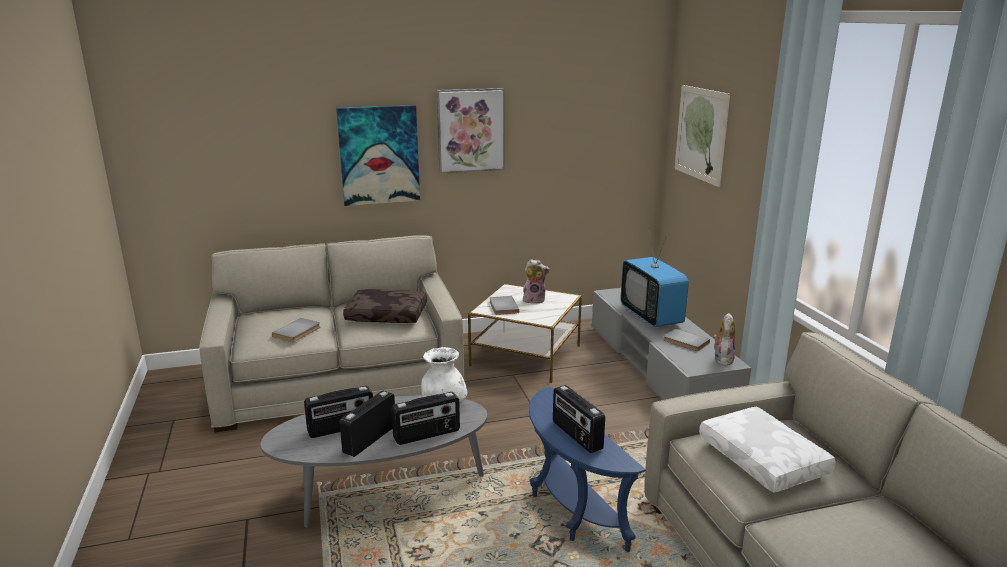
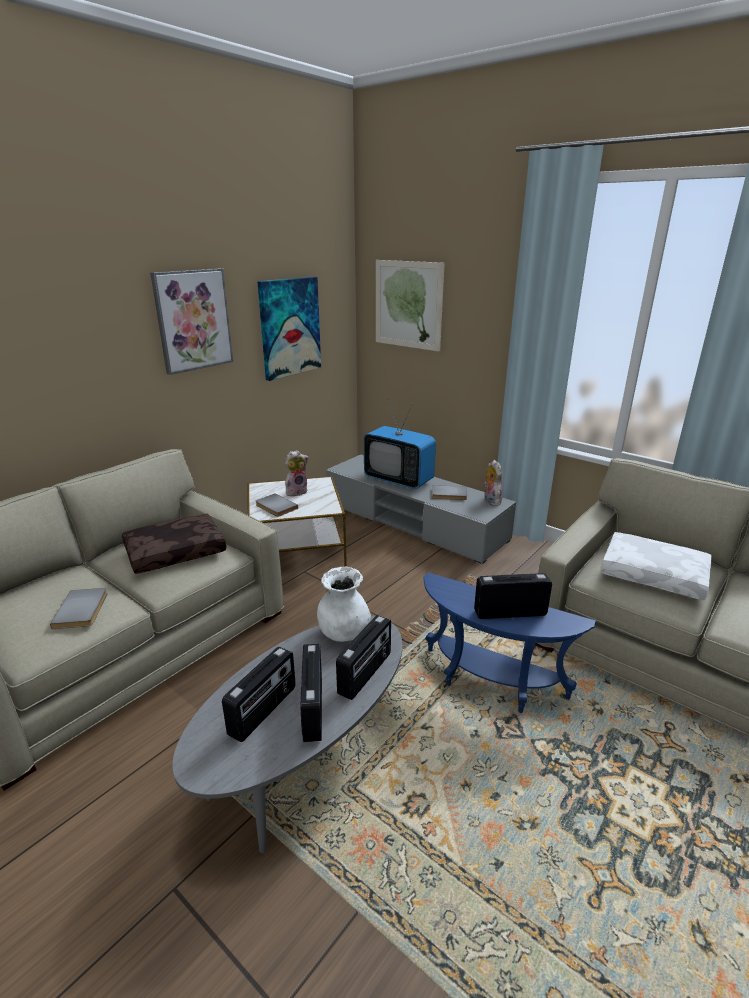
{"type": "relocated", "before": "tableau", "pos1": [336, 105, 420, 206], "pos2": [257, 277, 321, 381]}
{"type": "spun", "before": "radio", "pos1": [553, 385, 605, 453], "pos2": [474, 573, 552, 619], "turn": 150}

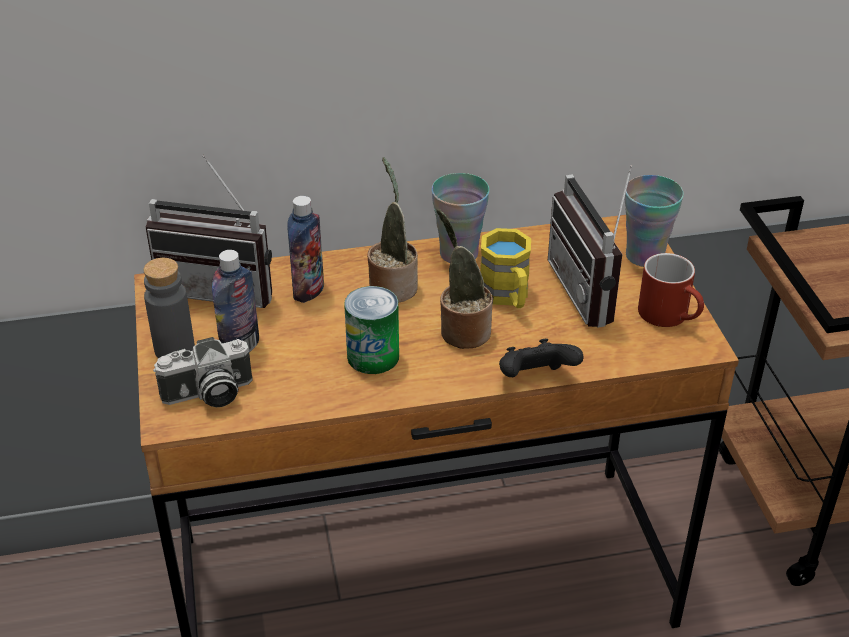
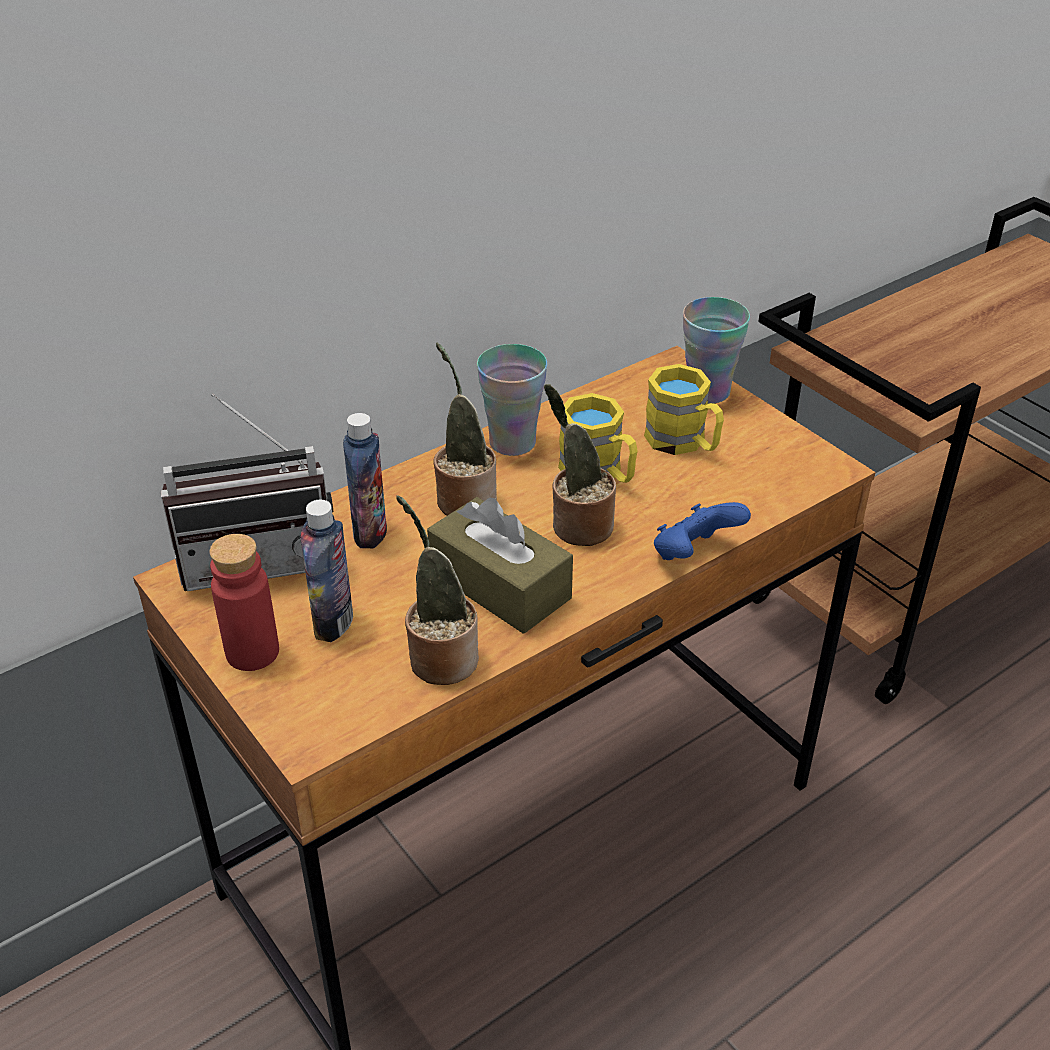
{"type": "exchanged", "before": "radio", "after": "mug [jaune]", "pos1": [548, 165, 632, 328], "pos2": [644, 364, 724, 455]}
{"type": "missing", "before": "mug [rouge]", "pos1": [638, 253, 704, 327]}
{"type": "colour", "before": "bouteille [gris]", "after": "bouteille [rouge]", "pos1": [143, 258, 195, 358], "pos2": [209, 534, 279, 671]}
{"type": "exchanged", "before": "boîte métallique", "after": "boîte à mouchoirs [marron]", "pos1": [344, 286, 399, 374], "pos2": [427, 497, 573, 634]}
{"type": "missing", "before": "appareil photo", "pos1": [153, 337, 253, 407]}
{"type": "colour", "before": "manette [noir]", "after": "manette [bleu]", "pos1": [499, 339, 584, 377], "pos2": [654, 502, 751, 560]}
{"type": "appeared", "after": "plante en pot", "pos2": [396, 495, 479, 685]}

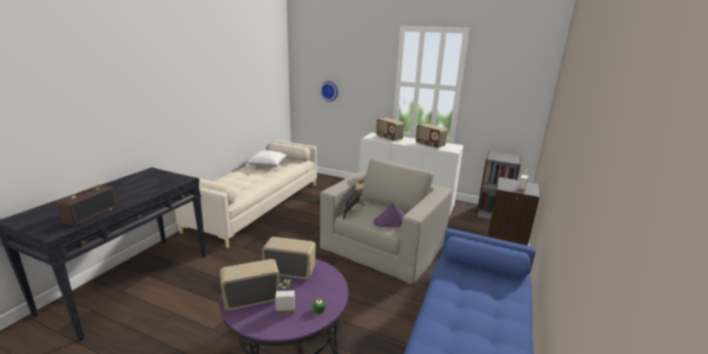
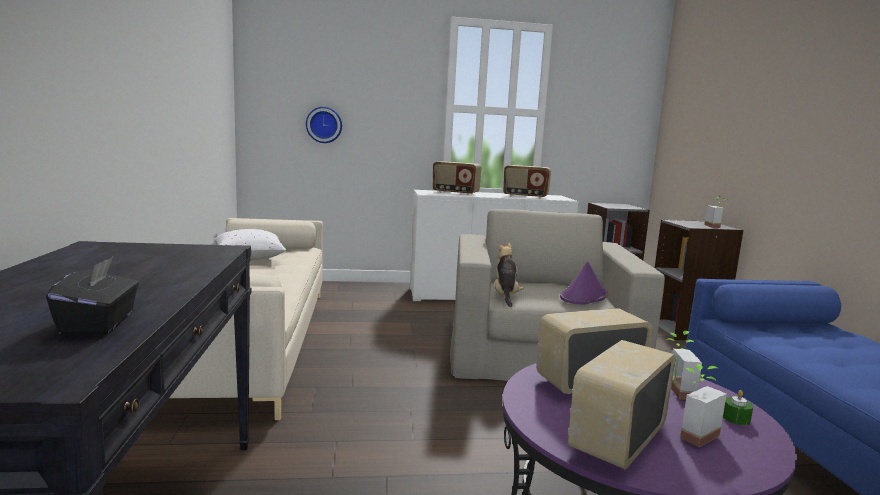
{"type": "exchanged", "before": "radio", "after": "boîte à mouchoirs [noir]", "pos1": [56, 185, 117, 226], "pos2": [46, 257, 139, 335]}
{"type": "appeared", "after": "plante en pot", "pos2": [666, 331, 702, 400]}

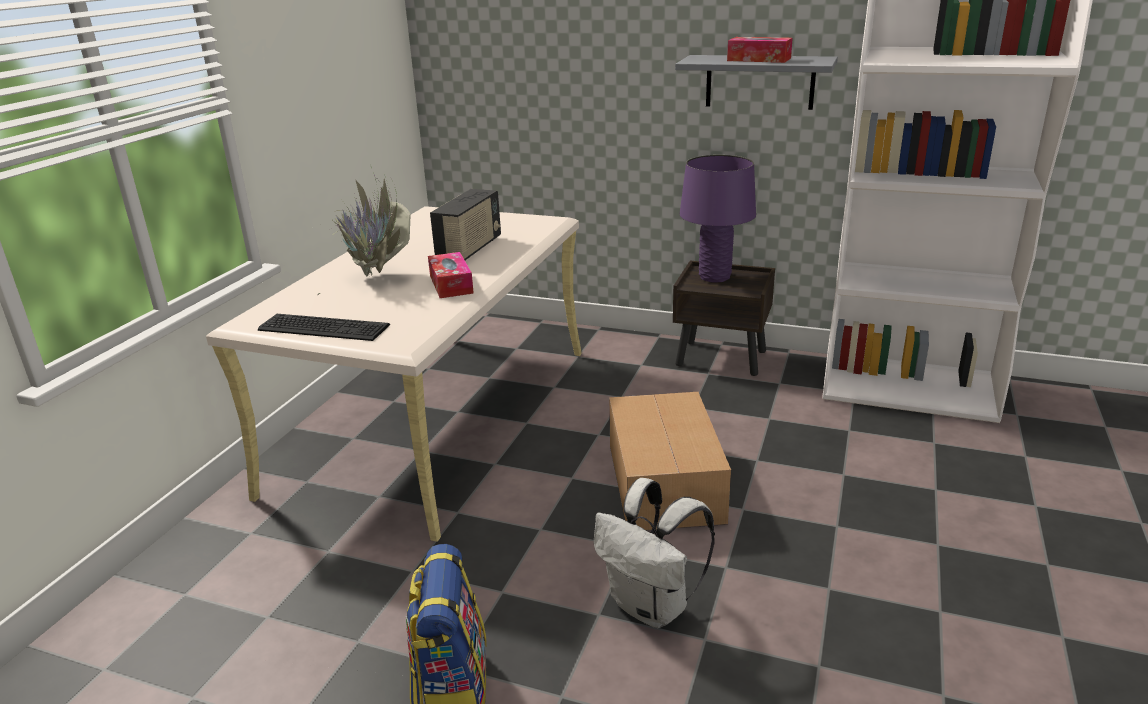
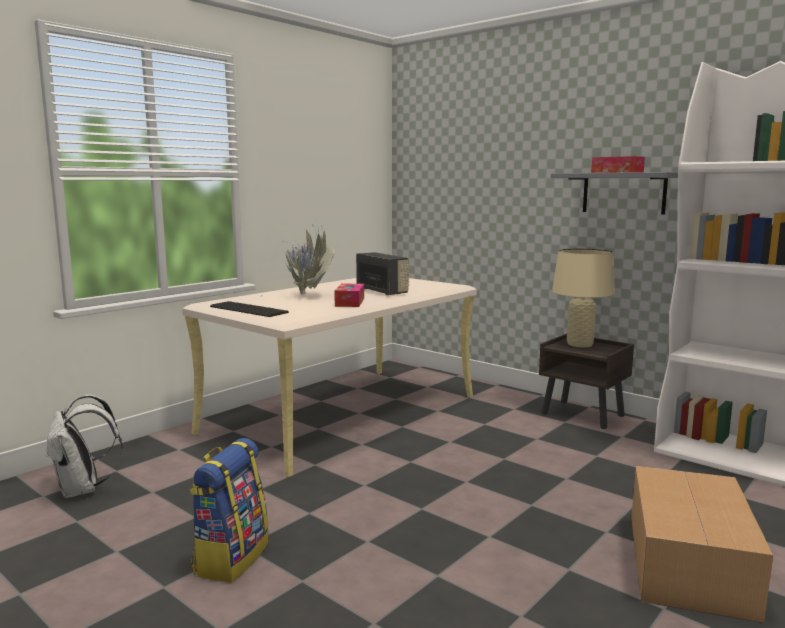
{"type": "colour", "before": "lampe de table [violet]", "after": "lampe de table [beige]", "pos1": [680, 155, 756, 282], "pos2": [552, 249, 615, 347]}
{"type": "spun", "before": "radio", "pos1": [430, 189, 501, 261], "pos2": [356, 252, 410, 295], "turn": -75}
{"type": "relocated", "before": "carton", "pos1": [609, 392, 731, 530], "pos2": [631, 466, 773, 623]}
{"type": "relocated", "before": "sac à dos [blanc]", "pos1": [594, 478, 715, 628], "pos2": [46, 395, 123, 498]}

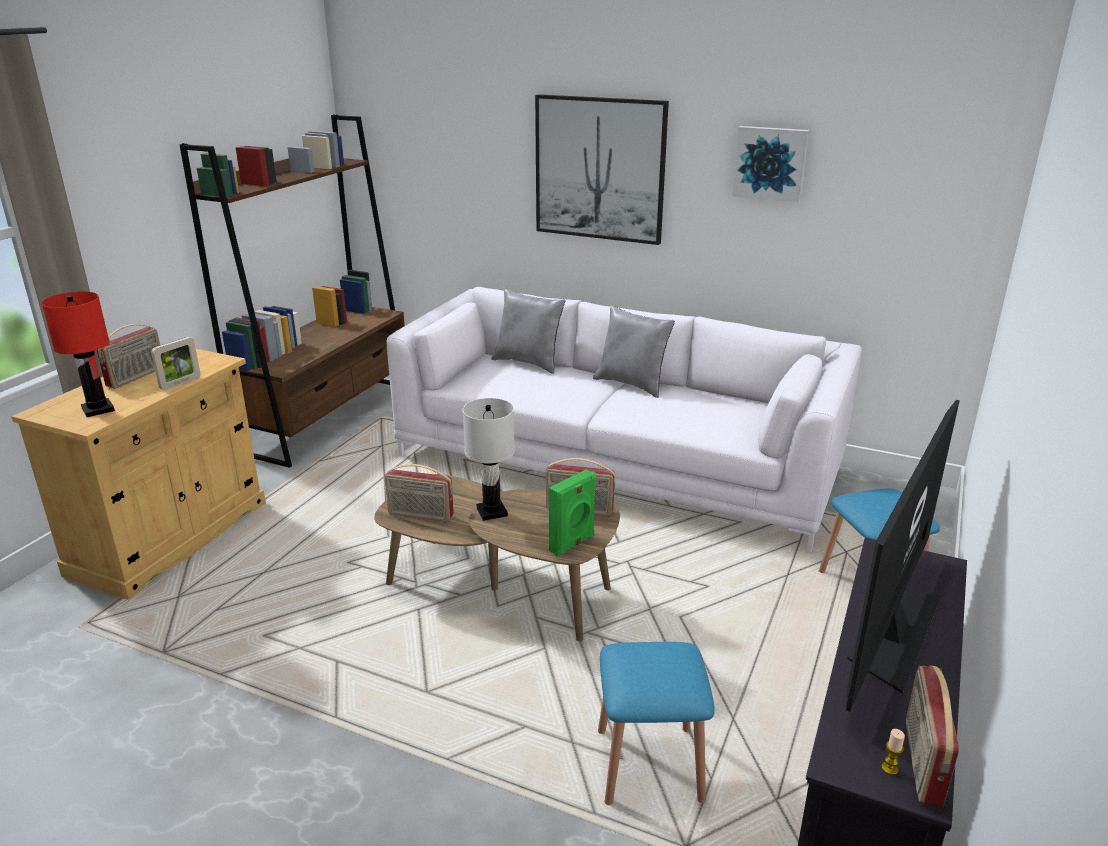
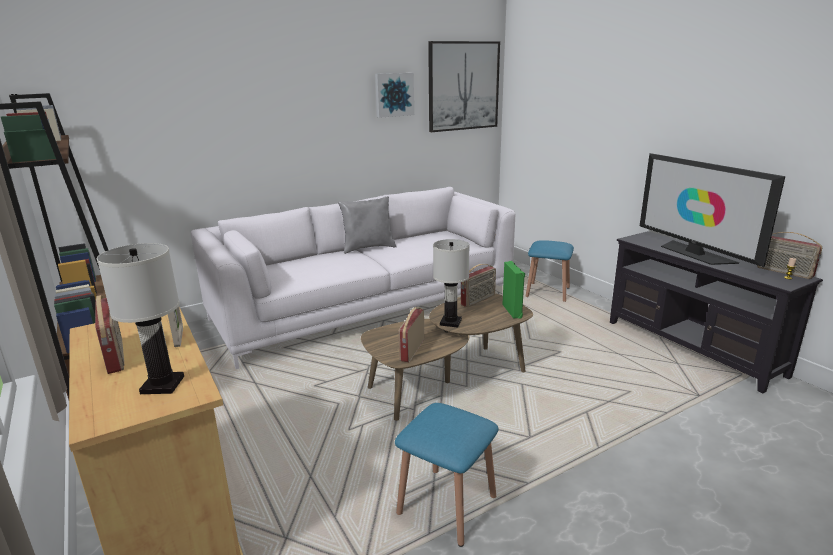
{"type": "relocated", "before": "tableau", "pos1": [535, 94, 669, 245], "pos2": [428, 41, 500, 132]}
{"type": "missing", "before": "coussin [gris]", "pos1": [491, 289, 566, 374]}
{"type": "colour", "before": "lampe de table [rouge]", "after": "lampe de table [blanc]", "pos1": [41, 291, 115, 417], "pos2": [97, 243, 184, 394]}
{"type": "spun", "before": "radio", "pos1": [385, 464, 454, 521], "pos2": [398, 307, 424, 362], "turn": 150}
{"type": "relocated", "before": "tabouret [bleu]", "pos1": [598, 642, 715, 805], "pos2": [395, 403, 499, 547]}

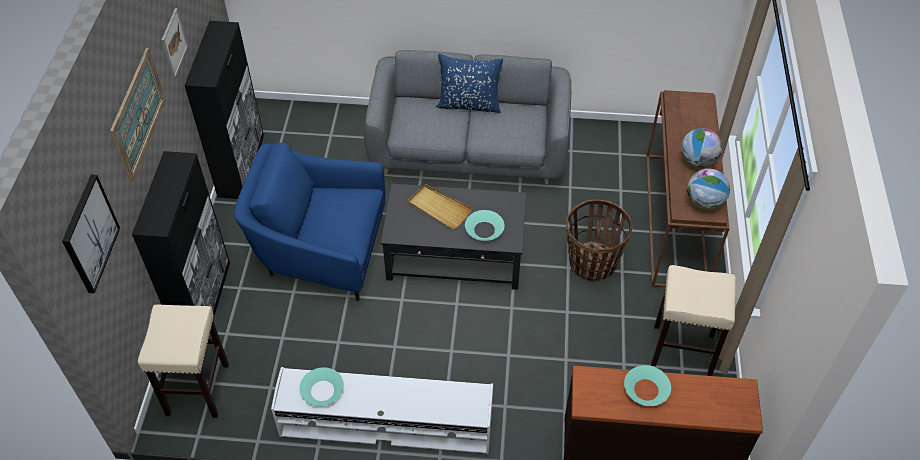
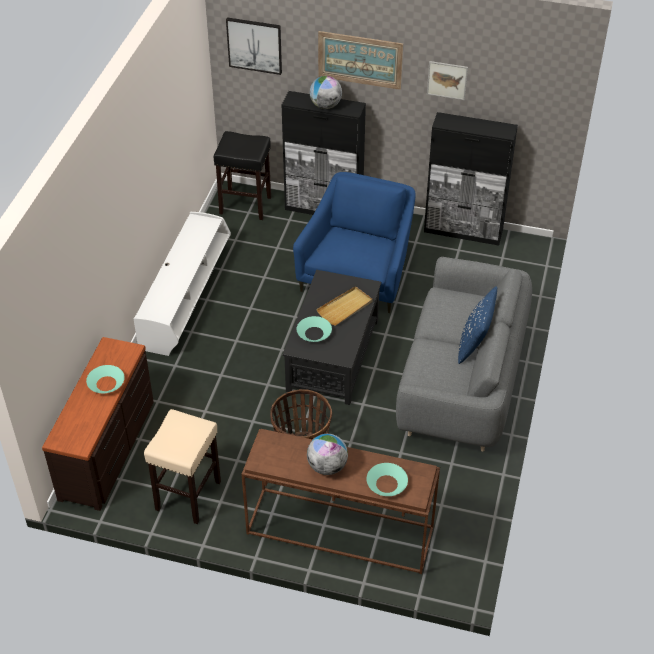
{"type": "relocated", "before": "globe", "pos1": [687, 169, 730, 210], "pos2": [310, 76, 342, 109]}
{"type": "colour", "before": "tabouret [beige]", "after": "tabouret [noir]", "pos1": [138, 305, 229, 418], "pos2": [214, 131, 271, 220]}
{"type": "relocated", "before": "bol [turquoise]", "pos1": [299, 367, 344, 406], "pos2": [366, 463, 408, 496]}

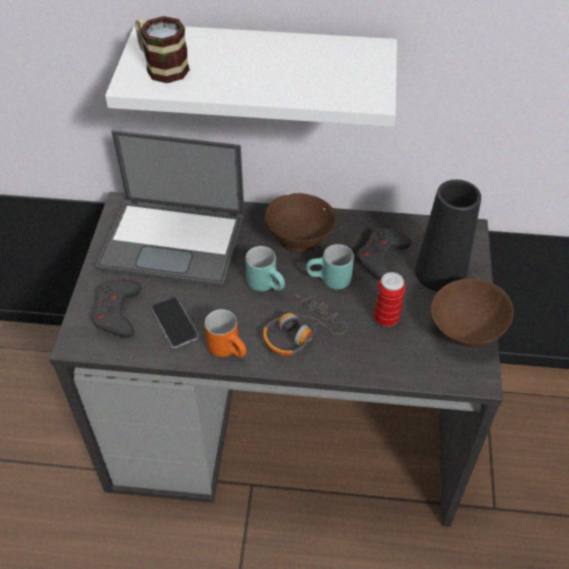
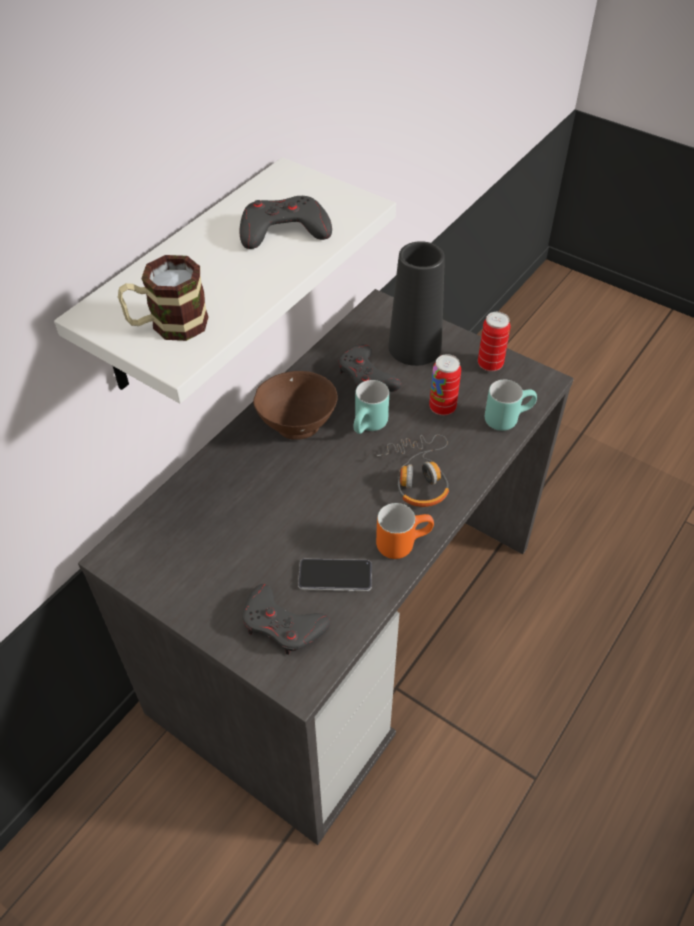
{"type": "missing", "before": "ordinateur portable", "pos1": [95, 130, 245, 288]}
{"type": "relocated", "before": "mug [turquoise]", "pos1": [245, 246, 285, 292], "pos2": [485, 380, 537, 431]}
{"type": "exchanged", "before": "bol [marron]", "after": "boîte métallique", "pos1": [431, 279, 514, 347], "pos2": [478, 312, 510, 372]}
{"type": "appeared", "after": "manette [gris]", "pos2": [239, 196, 332, 249]}

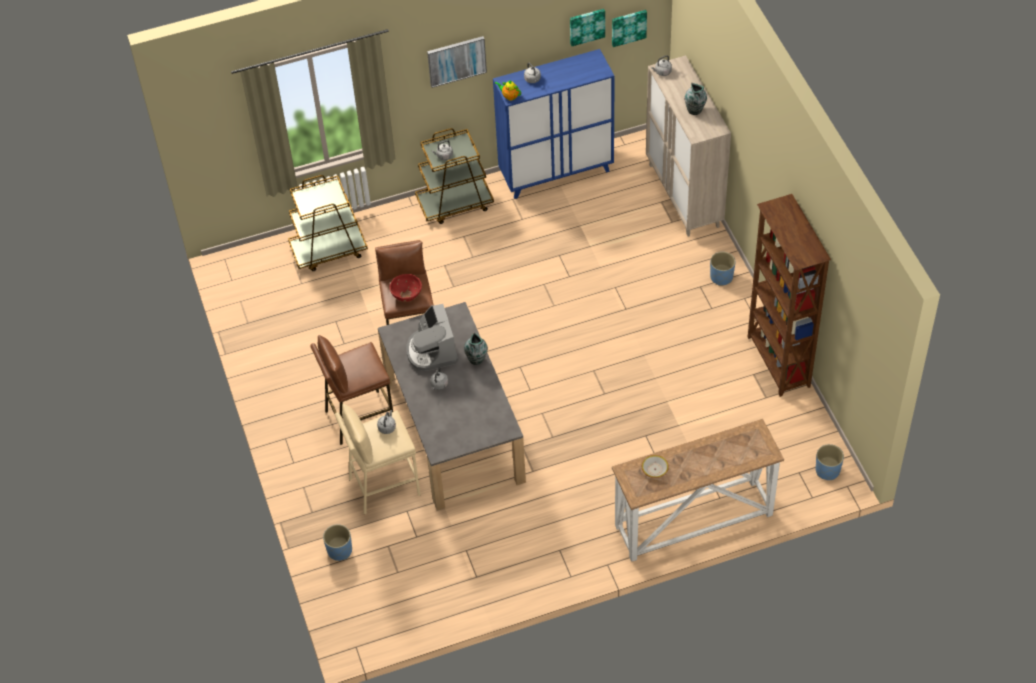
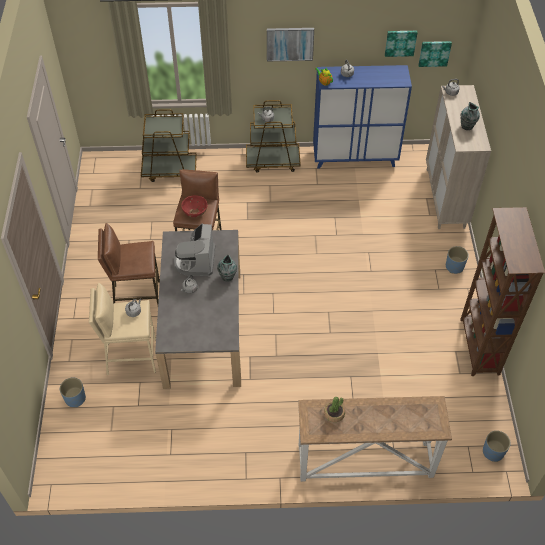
{"type": "exchanged", "before": "bol", "after": "plante en pot", "pos1": [642, 455, 669, 478], "pos2": [324, 397, 345, 422]}

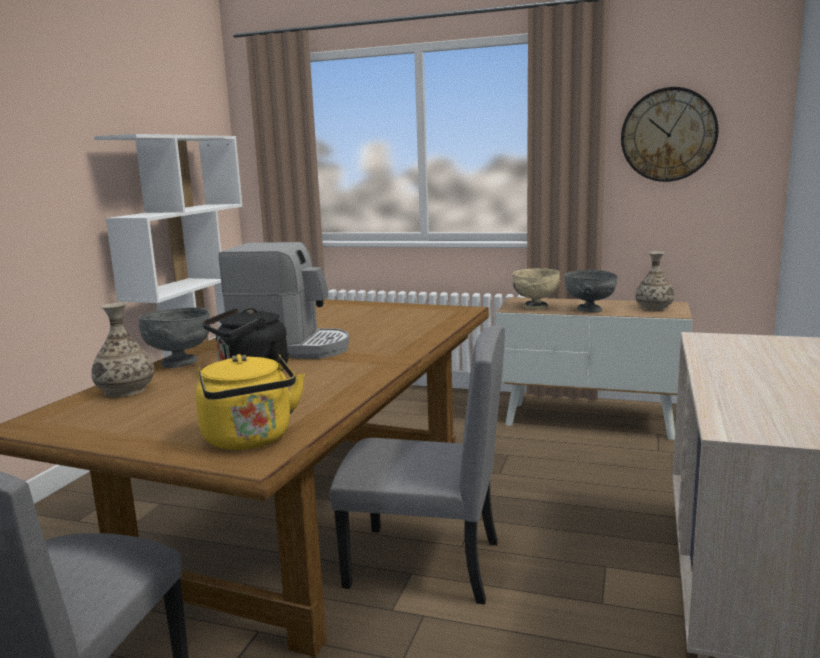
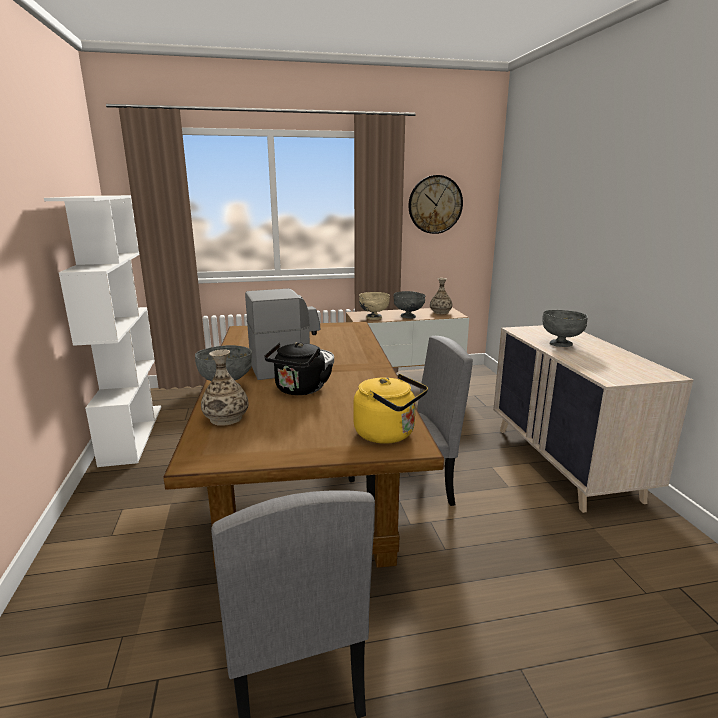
{"type": "appeared", "after": "bol [gris]", "pos2": [542, 310, 588, 347]}

